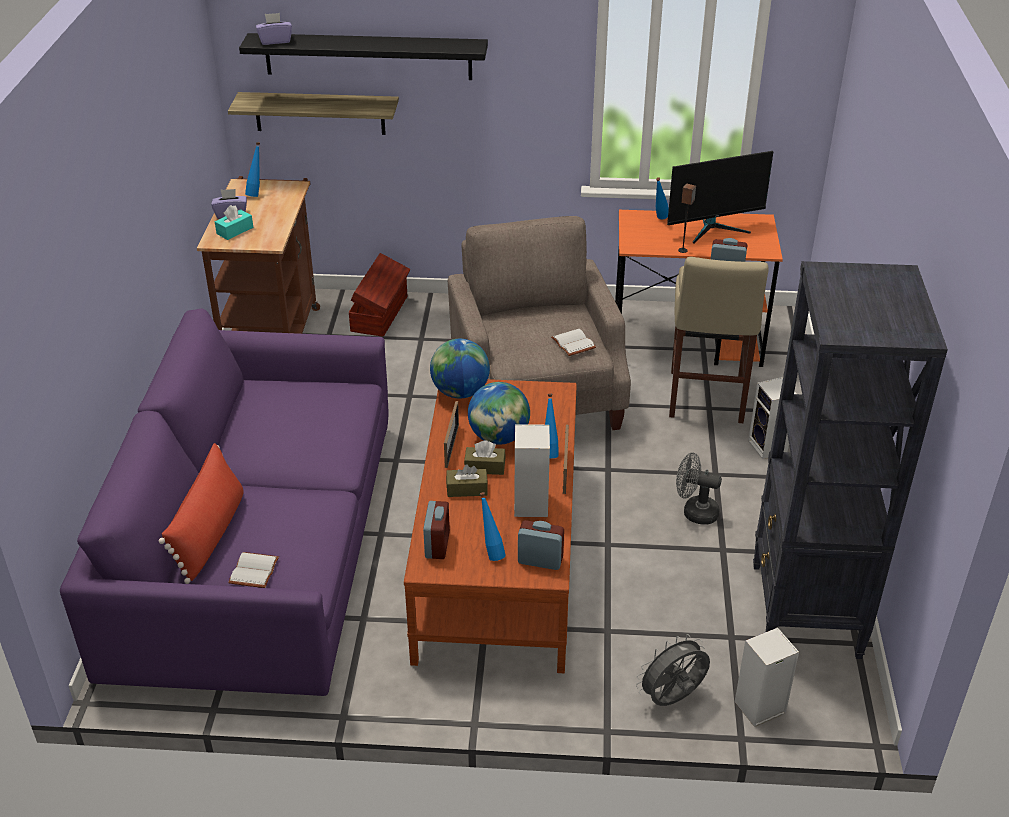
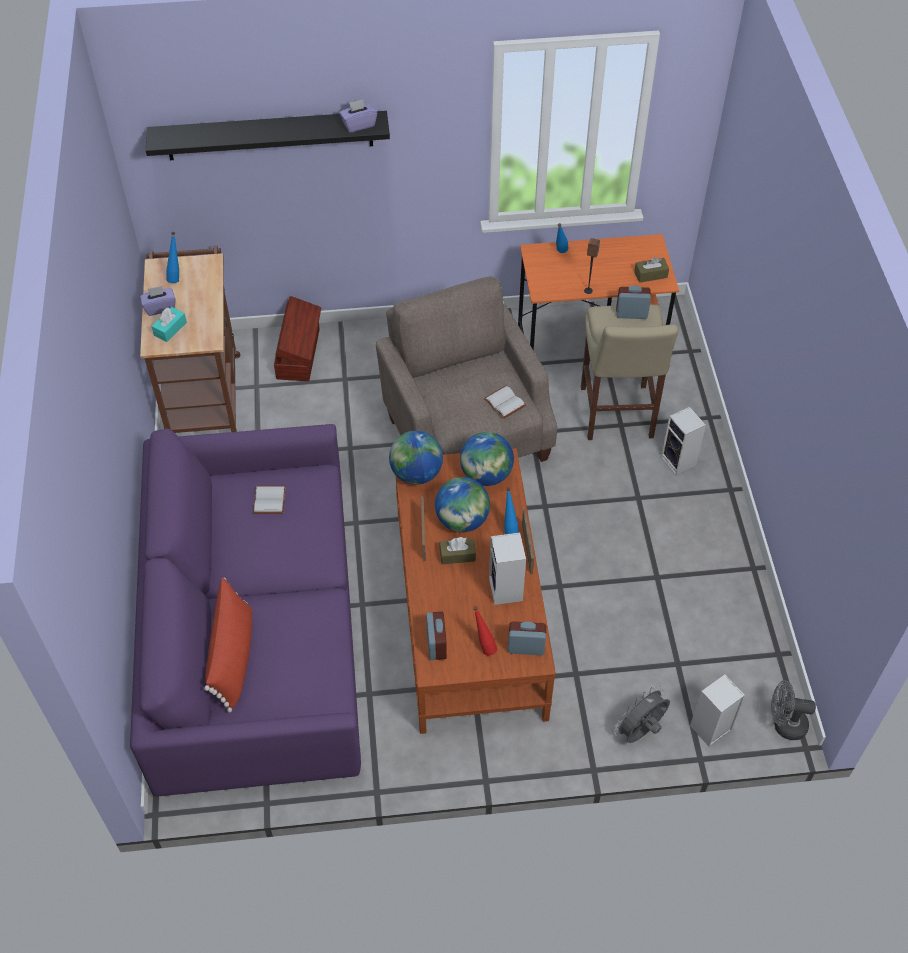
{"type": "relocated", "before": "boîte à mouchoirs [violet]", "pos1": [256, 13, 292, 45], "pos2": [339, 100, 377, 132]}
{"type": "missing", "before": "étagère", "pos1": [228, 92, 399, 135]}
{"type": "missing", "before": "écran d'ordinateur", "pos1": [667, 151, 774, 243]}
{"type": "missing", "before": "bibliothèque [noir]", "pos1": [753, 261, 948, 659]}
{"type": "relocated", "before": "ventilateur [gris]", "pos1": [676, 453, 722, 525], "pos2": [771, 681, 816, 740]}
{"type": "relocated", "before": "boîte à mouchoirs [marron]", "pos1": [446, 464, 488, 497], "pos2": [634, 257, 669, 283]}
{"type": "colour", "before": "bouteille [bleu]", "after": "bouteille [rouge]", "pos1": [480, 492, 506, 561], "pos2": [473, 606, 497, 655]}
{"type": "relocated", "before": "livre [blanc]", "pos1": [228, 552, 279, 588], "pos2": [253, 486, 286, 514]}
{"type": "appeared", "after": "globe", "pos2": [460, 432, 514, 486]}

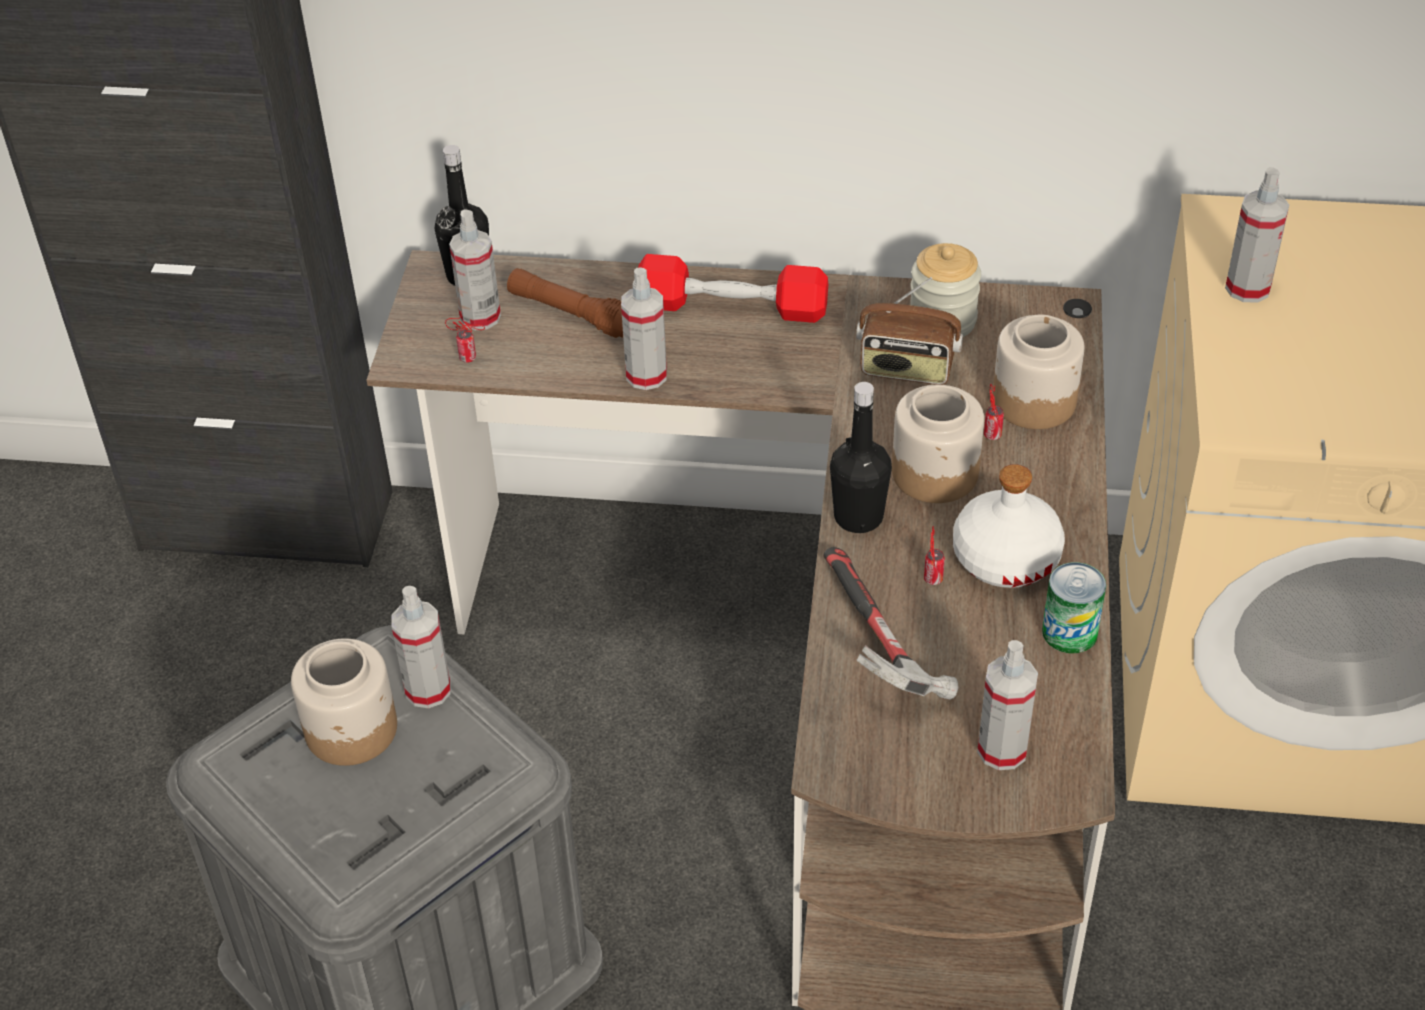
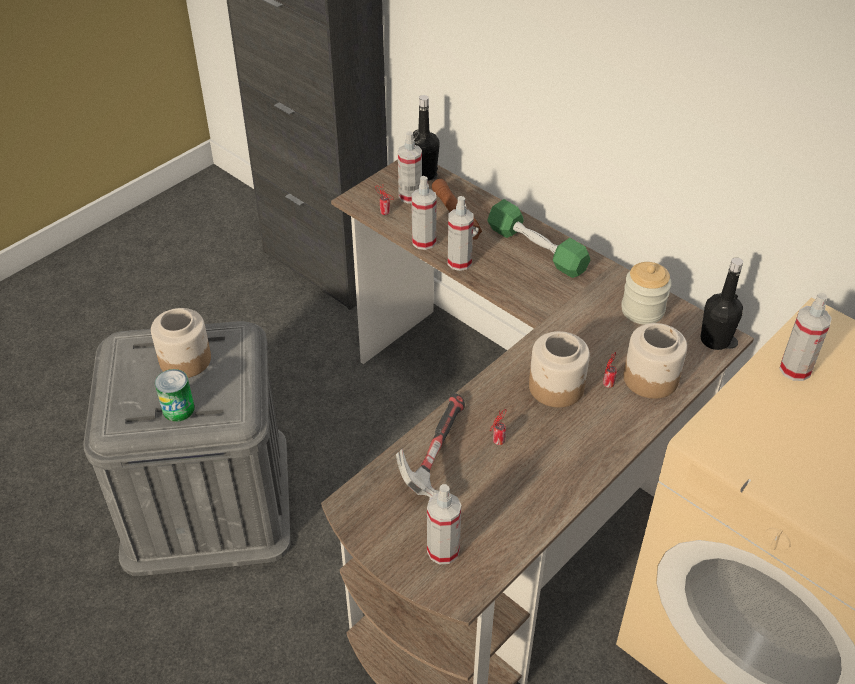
{"type": "colour", "before": "haltère [rouge]", "after": "haltère [vert]", "pos1": [638, 254, 828, 323], "pos2": [487, 199, 590, 278]}
{"type": "missing", "before": "radio", "pos1": [856, 277, 963, 385]}
{"type": "relocated", "before": "bouteille [noir]", "pos1": [830, 382, 892, 533], "pos2": [701, 257, 743, 350]}
{"type": "missing", "before": "bouteille [blanc]", "pos1": [953, 464, 1065, 588]}
{"type": "relocated", "before": "boîte métallique", "pos1": [1042, 562, 1106, 653], "pos2": [155, 369, 195, 422]}
{"type": "relocated", "before": "vaporisateur", "pos1": [391, 586, 451, 708], "pos2": [411, 176, 437, 250]}

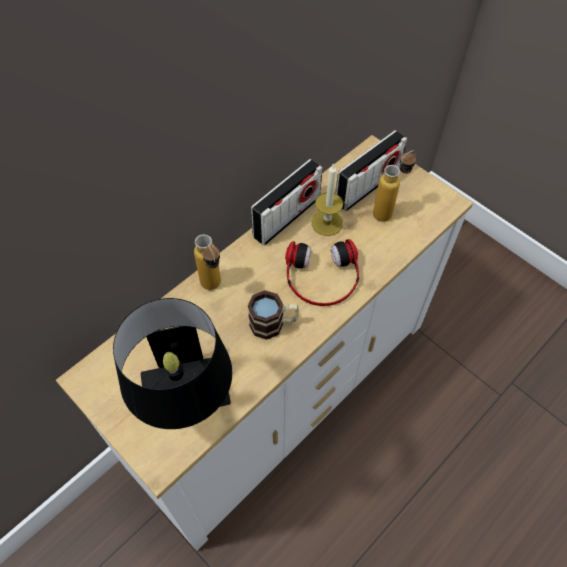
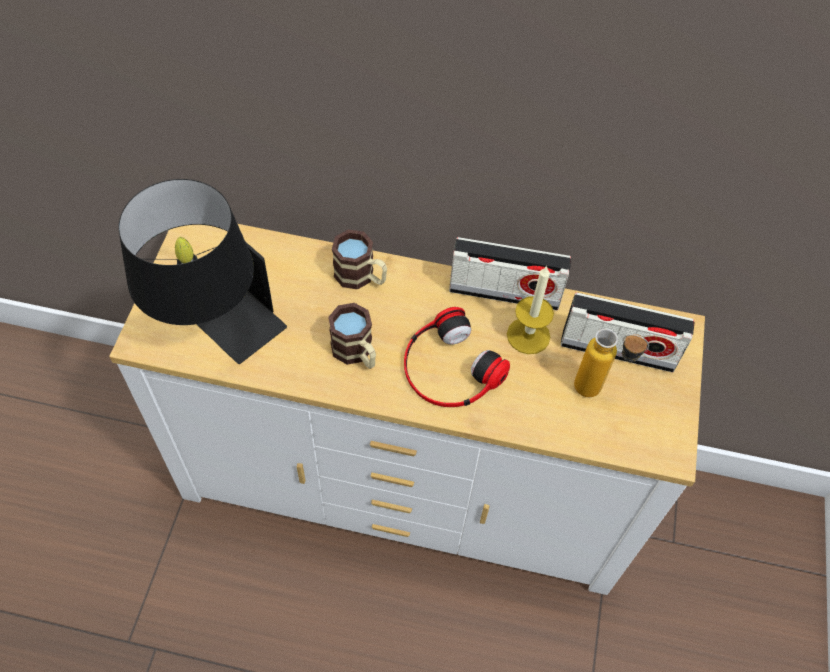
{"type": "exchanged", "before": "bouteille", "after": "mug", "pos1": [194, 234, 221, 290], "pos2": [332, 229, 387, 289]}

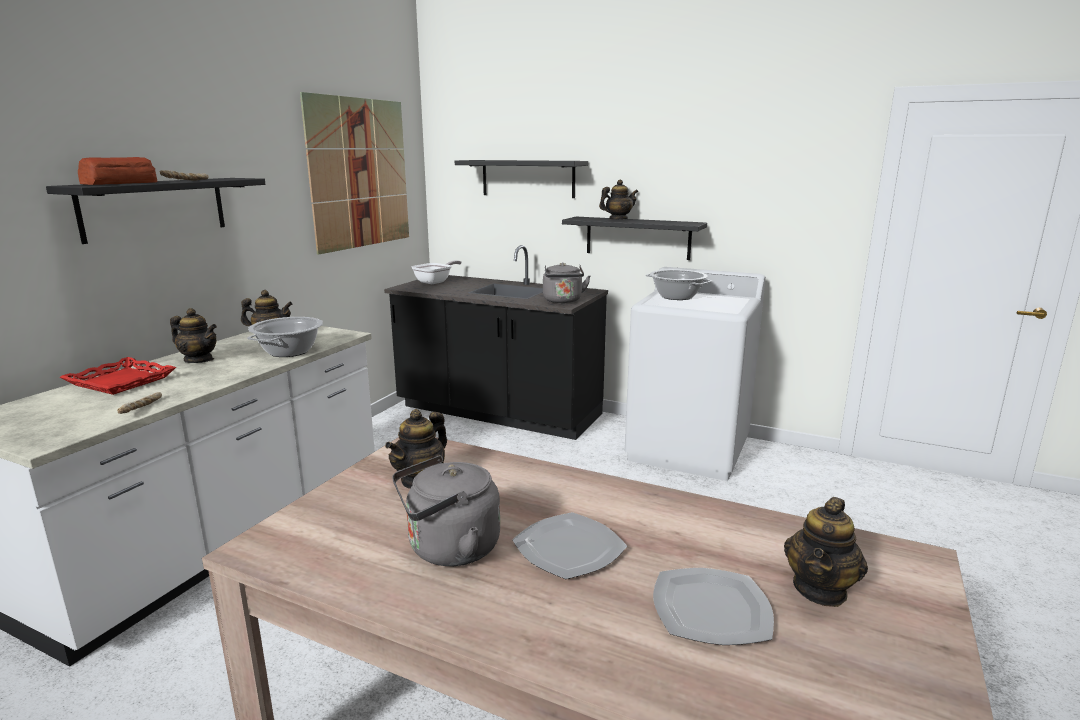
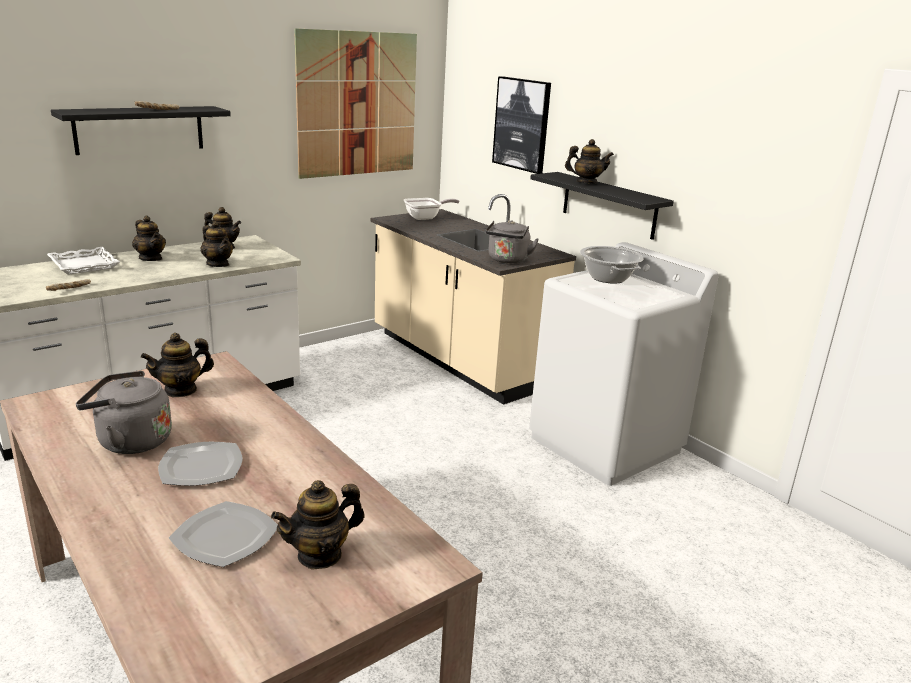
{"type": "missing", "before": "pain", "pos1": [78, 157, 157, 185]}
{"type": "exchanged", "before": "étagère [noir]", "after": "tableau", "pos1": [455, 160, 588, 198], "pos2": [492, 76, 551, 174]}
{"type": "colour", "before": "comptoir de cuisine [noir]", "after": "comptoir de cuisine [beige]", "pos1": [384, 245, 608, 440], "pos2": [370, 194, 576, 405]}
{"type": "exchanged", "before": "marmite", "after": "théière", "pos1": [247, 317, 323, 357], "pos2": [201, 221, 233, 267]}
{"type": "colour", "before": "plateau [rouge]", "after": "plateau [blanc]", "pos1": [60, 357, 176, 395], "pos2": [47, 247, 120, 275]}

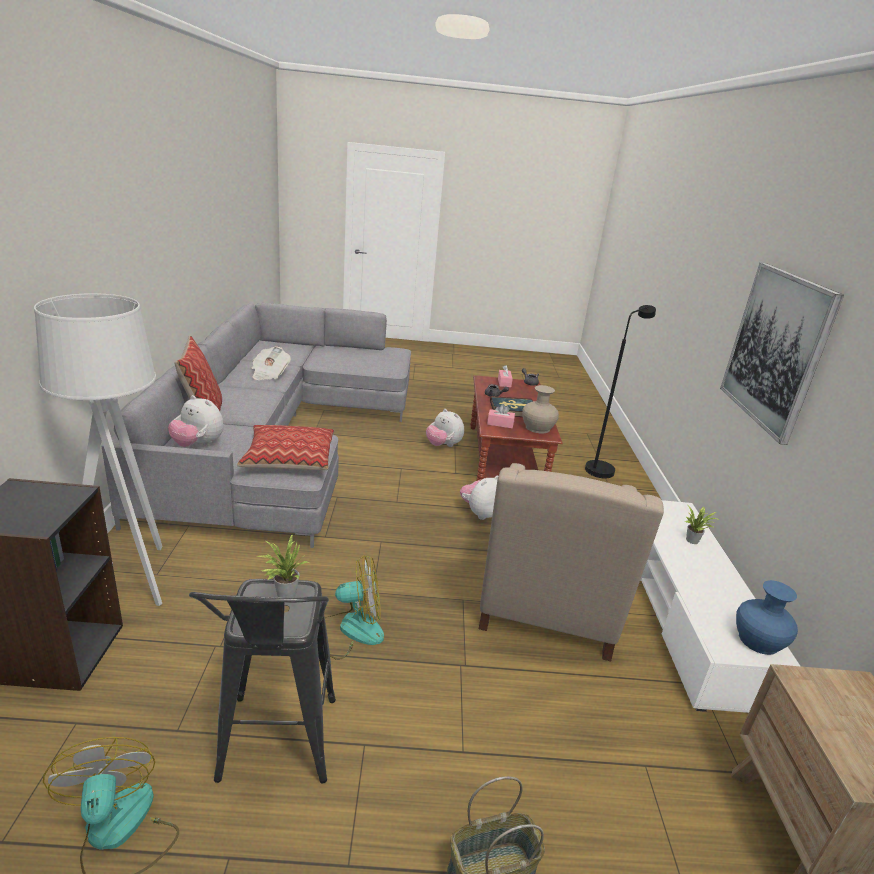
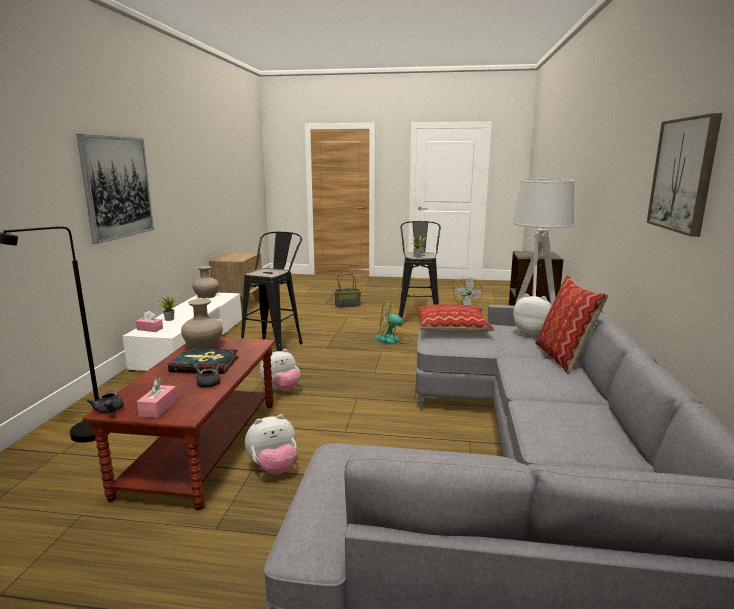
{"type": "missing", "before": "journal", "pos1": [252, 347, 291, 380]}
{"type": "relocated", "before": "boîte à mouchoirs [rose]", "pos1": [487, 404, 515, 428], "pos2": [136, 311, 163, 332]}
{"type": "spun", "before": "peluche", "pos1": [426, 409, 464, 447], "pos2": [245, 414, 297, 475], "turn": 105}
{"type": "exchanged", "before": "fauteuil [beige]", "after": "tabouret [noir]", "pos1": [479, 463, 664, 661], "pos2": [241, 231, 303, 351]}
{"type": "colour", "before": "vase [bleu]", "after": "vase [beige]", "pos1": [736, 580, 798, 655], "pos2": [193, 266, 219, 298]}
{"type": "appeared", "after": "tableau", "pos2": [647, 113, 722, 237]}

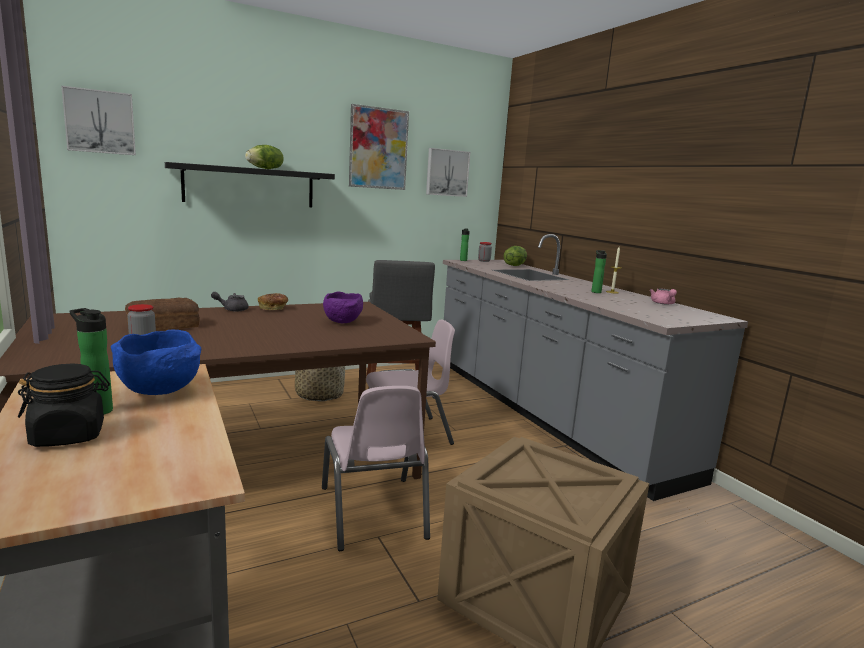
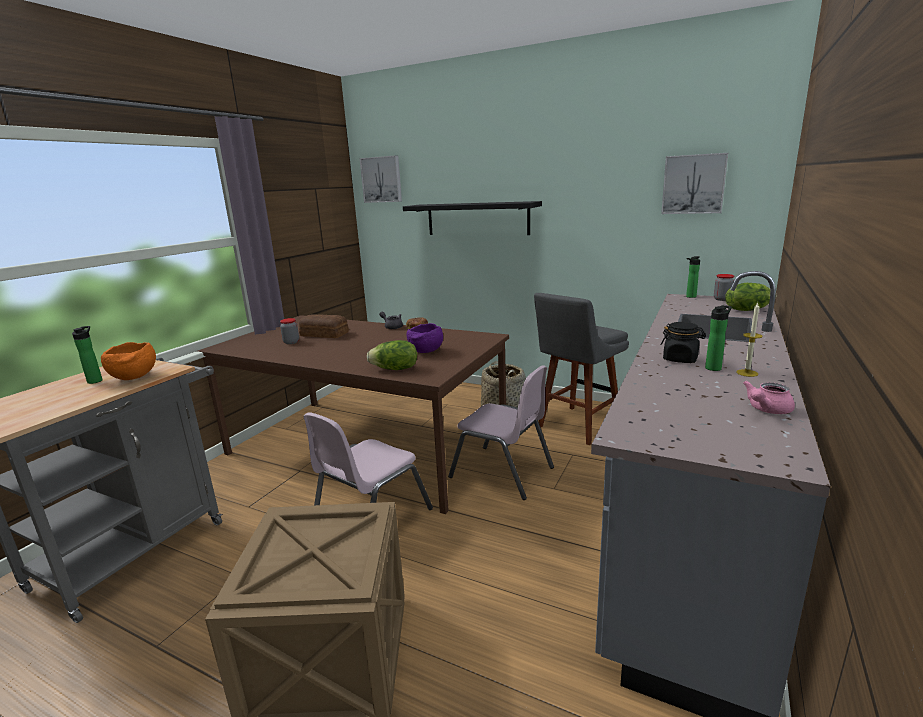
{"type": "missing", "before": "tableau", "pos1": [349, 104, 409, 190]}
{"type": "relocated", "before": "laitue", "pos1": [245, 145, 284, 169], "pos2": [367, 340, 417, 370]}
{"type": "colour", "before": "bol [bleu]", "after": "bol [orange]", "pos1": [111, 330, 201, 395], "pos2": [101, 342, 156, 380]}
{"type": "relocated", "before": "bocal [noir]", "pos1": [18, 364, 110, 447], "pos2": [660, 322, 706, 363]}

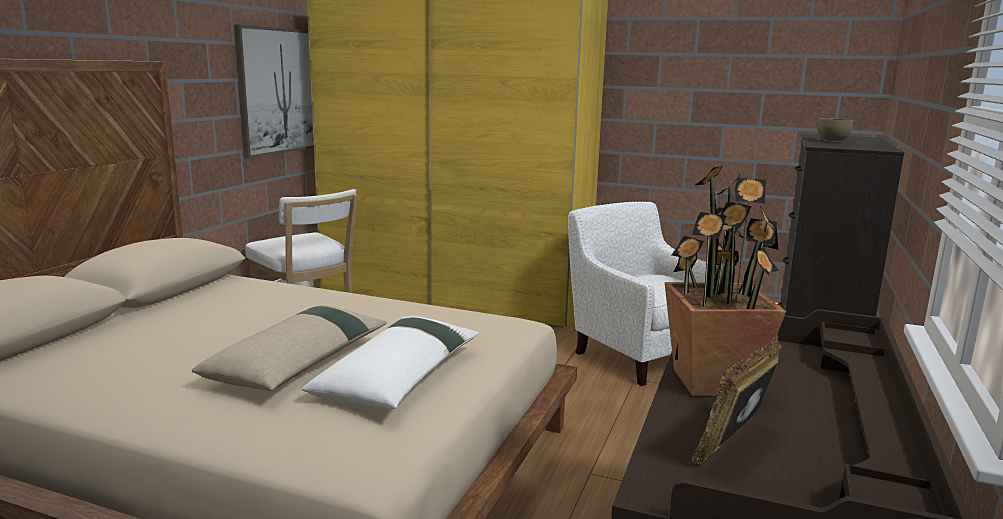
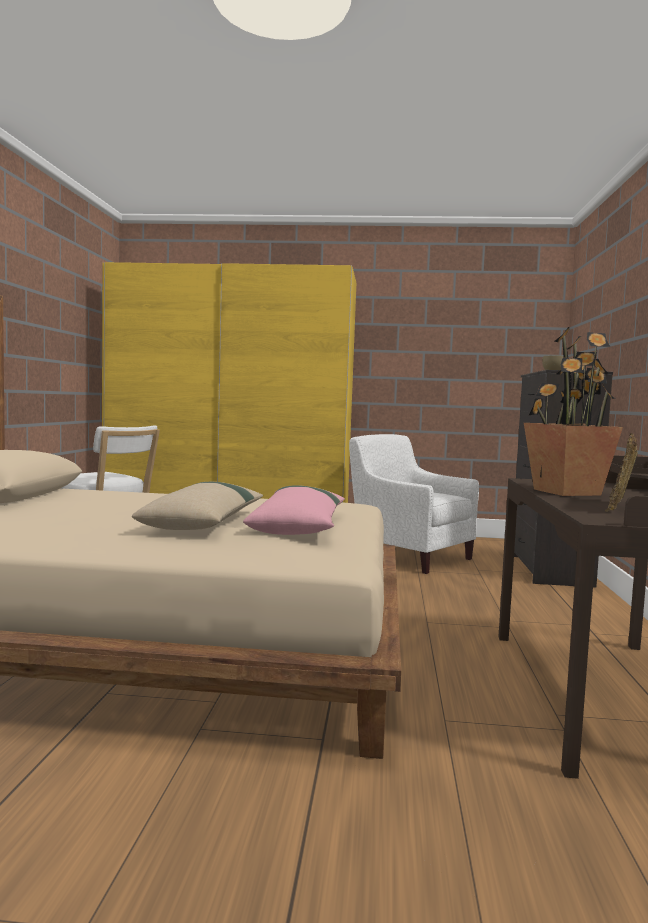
{"type": "missing", "before": "tableau", "pos1": [234, 24, 314, 158]}
{"type": "colour", "before": "coussin [blanc]", "after": "coussin [rose]", "pos1": [302, 316, 479, 409], "pos2": [243, 485, 345, 535]}

